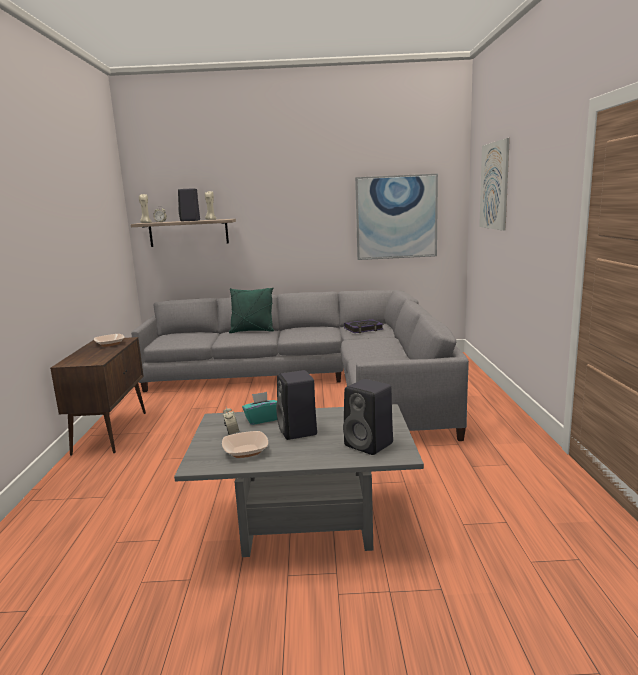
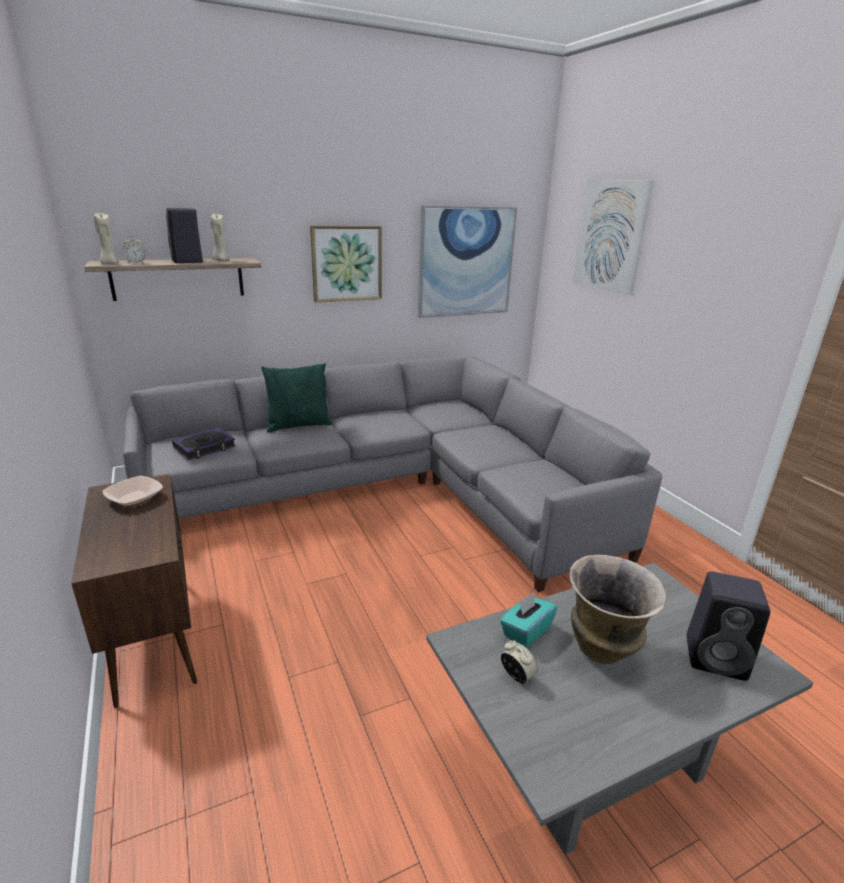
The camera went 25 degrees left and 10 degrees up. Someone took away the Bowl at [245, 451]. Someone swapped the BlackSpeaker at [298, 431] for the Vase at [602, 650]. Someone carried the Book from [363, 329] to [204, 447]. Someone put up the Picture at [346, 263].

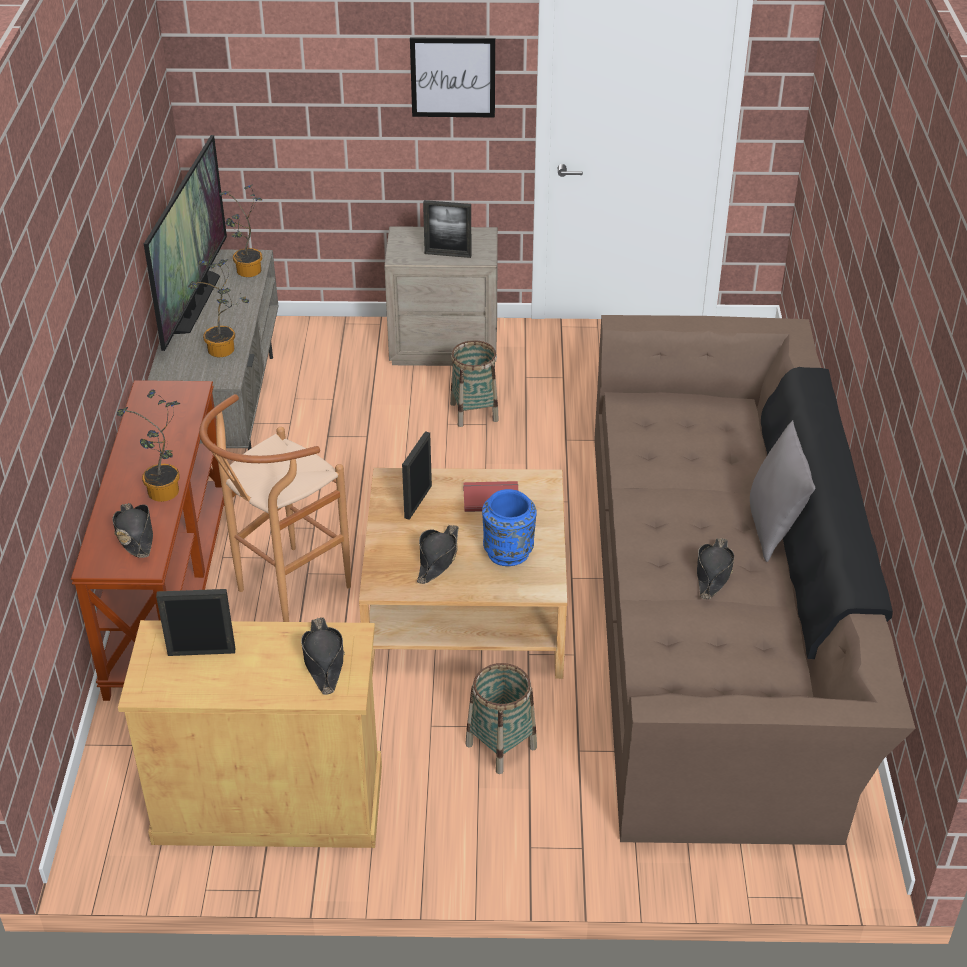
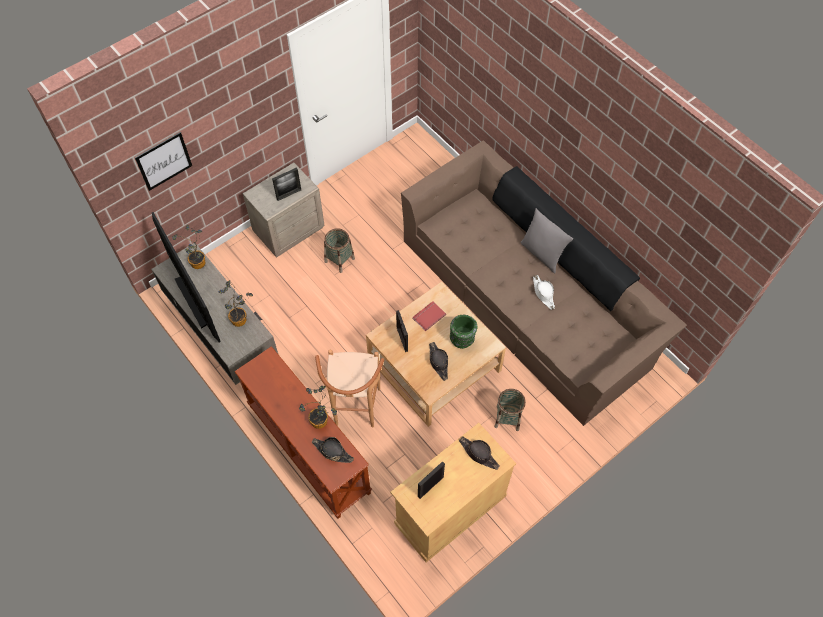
The camera went 40 degrees left and 20 degrees up. Someone carried the Picture from [453, 77] to [164, 161]. Someone repainted the BlueVase at [508, 553], which became the GreenVase at [462, 339]. Someone repainted the BlackHat at [713, 573], which became the WhiteHat at [543, 293].

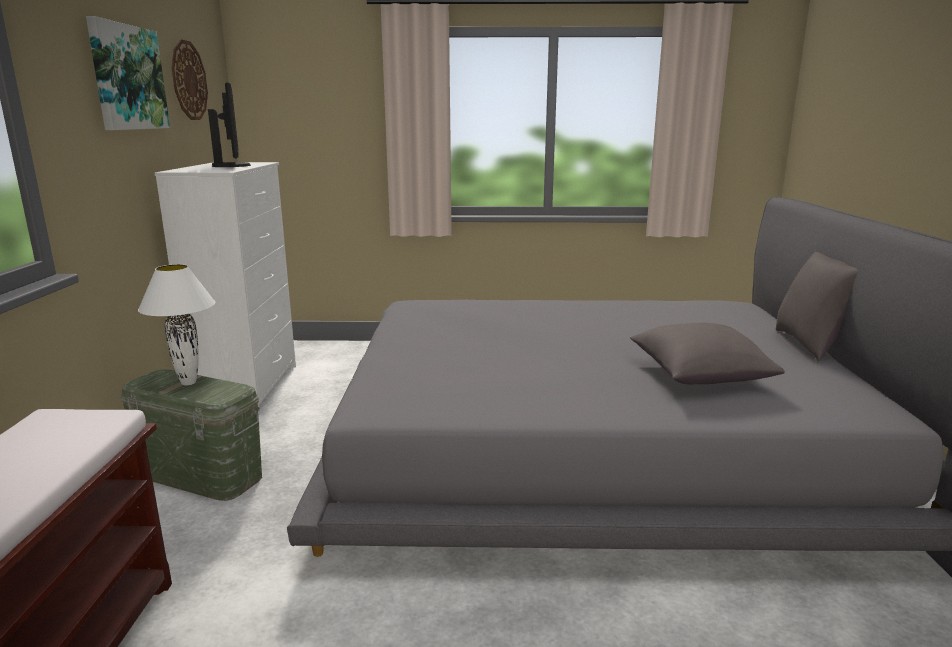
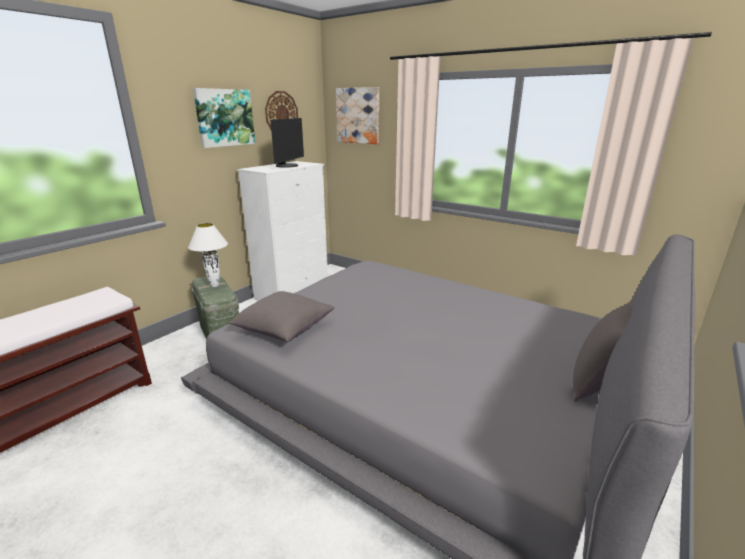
The camera went 35 degrees right and 5 degrees up. Someone carried the GreyPillow from [699, 376] to [283, 329]. Someone put up the Picture at [358, 115].

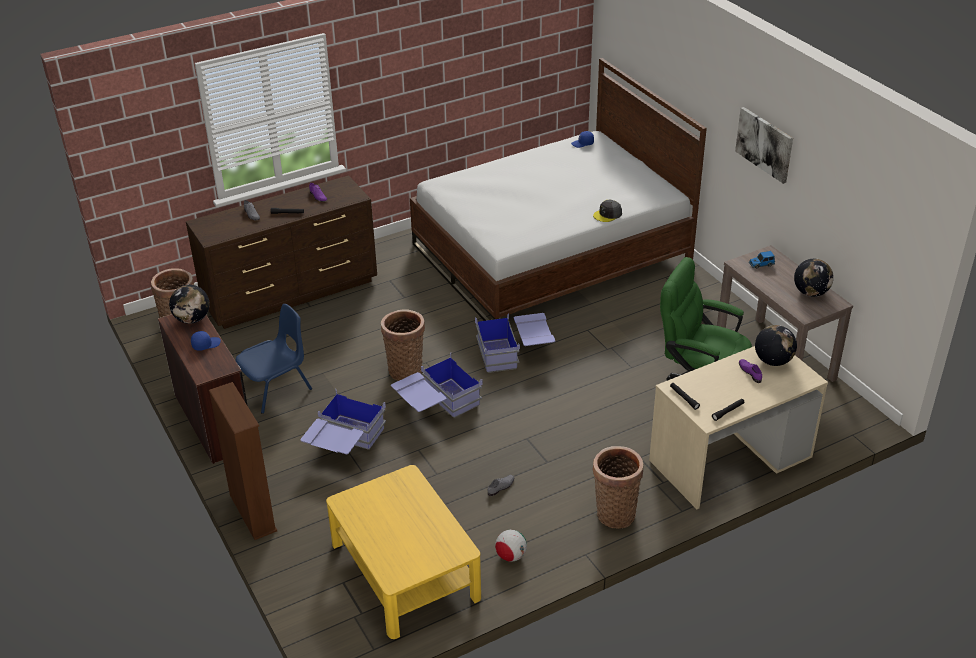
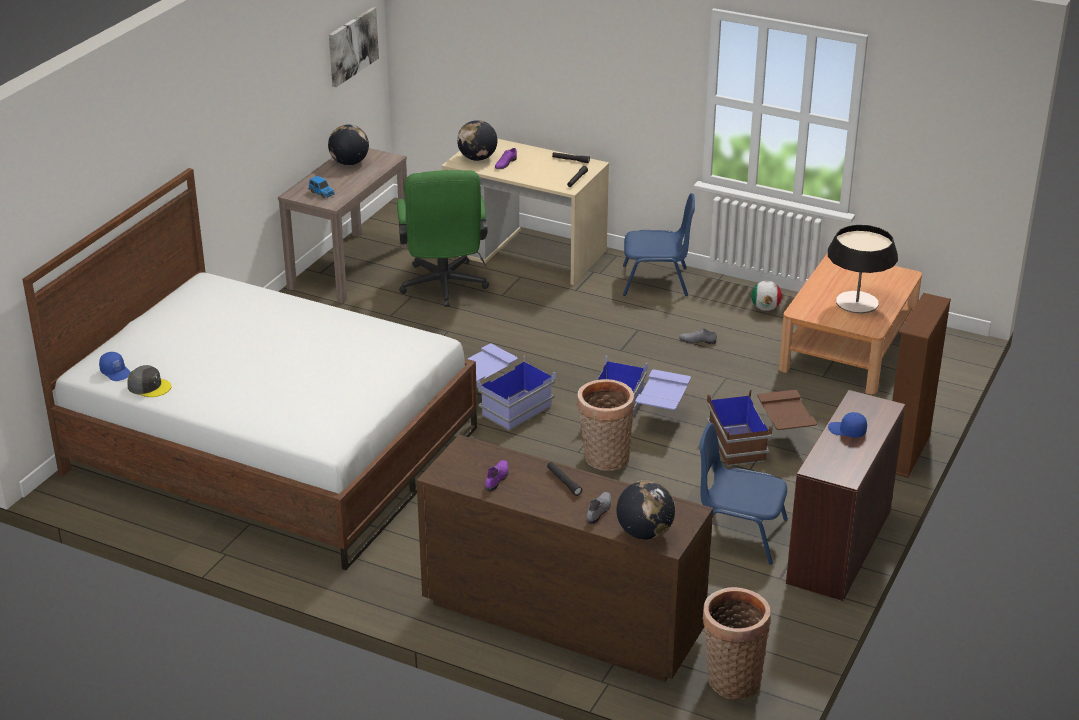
The camera went 125 degrees left and 5 degrees down. Someone carried the Globe from [192, 319] to [645, 533]. Someone repainted the BlueStorageBox at [344, 446], which became the BrownStorageBox at [759, 443]. Someone repainted the YellowCoffeeTable at [404, 570], which became the BrownCoffeeTable at [848, 348]. Someone carried the GreyCap from [608, 214] to [149, 386]. Someone swapped the Basket at [614, 512] for the BlueChair at [656, 281]. Someone carried the Picture from [764, 144] to [352, 46]. Someone put down the TableLamp at [856, 302].

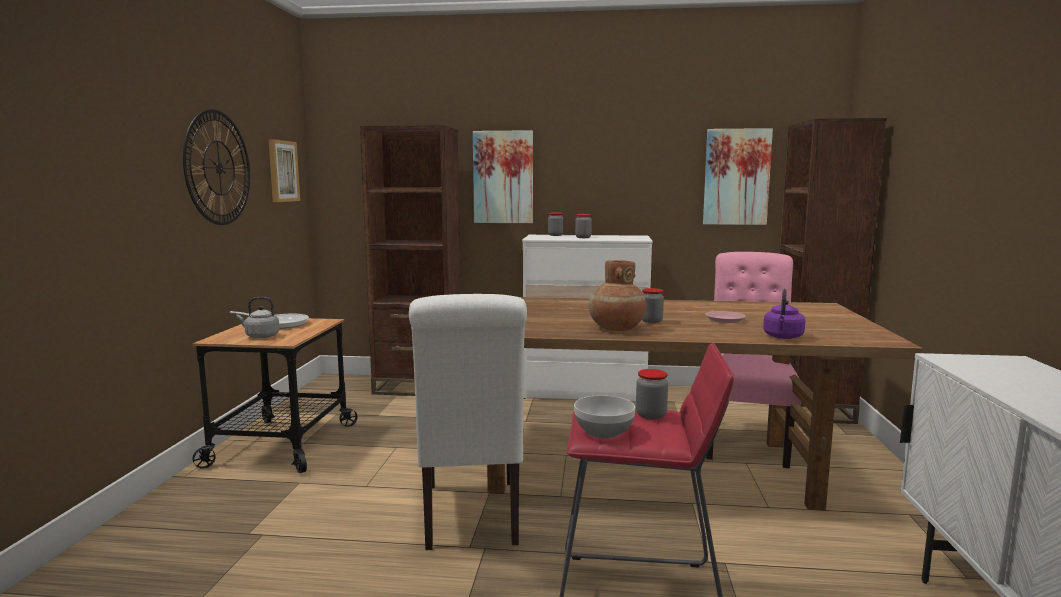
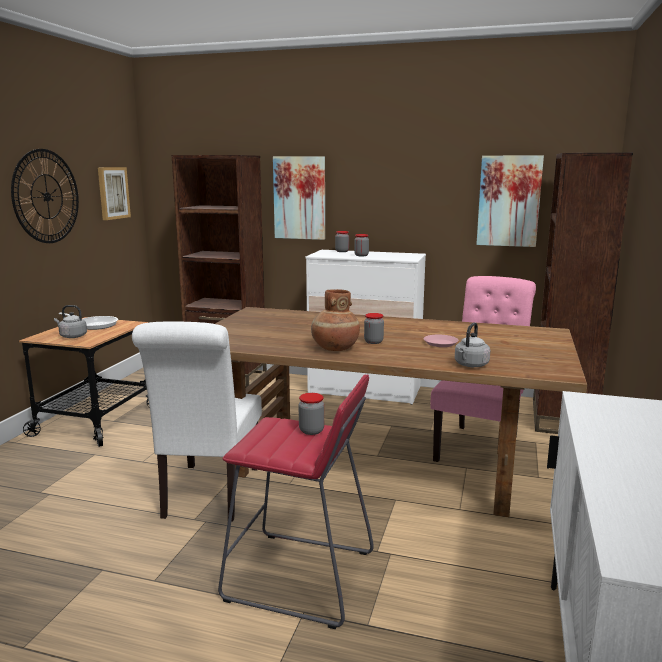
The camera went 10 degrees right and 5 degrees up. Someone took away the Bowl at [603, 431]. Someone repainted the PurpleKettle at [783, 337], which became the GreyKettle at [470, 365].

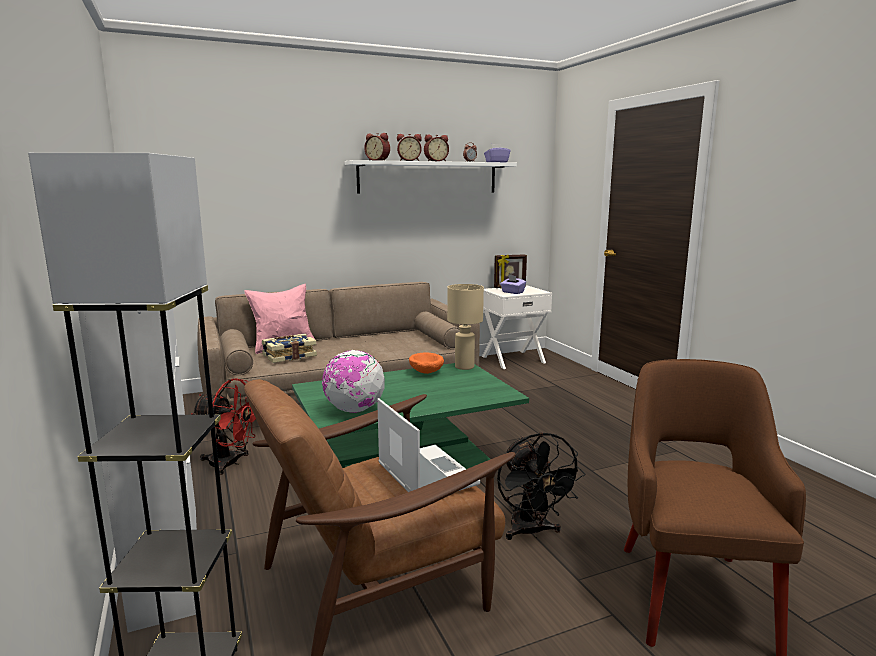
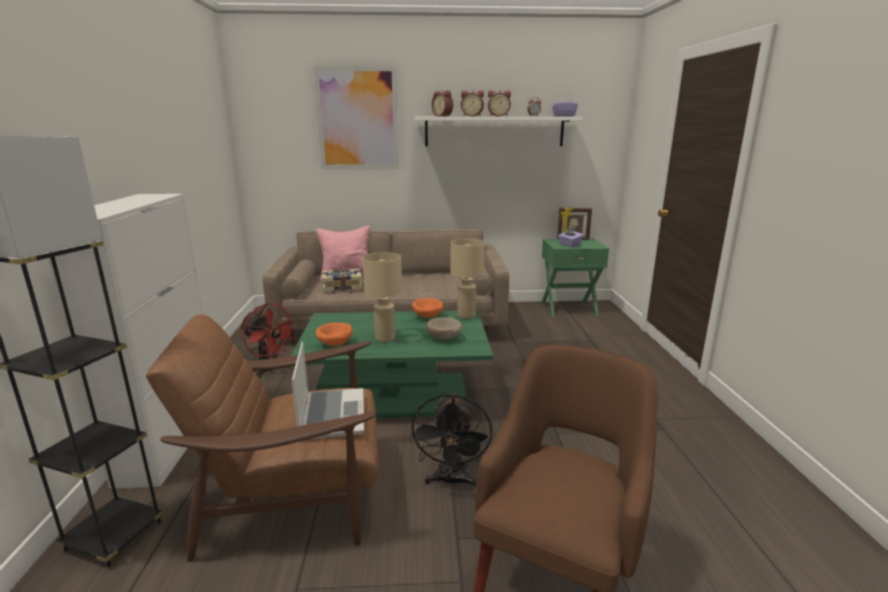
The camera went 20 degrees right and 5 degrees up. Someone swapped the Globe at [354, 410] for the OrangeBowl at [334, 344]. Someone repainted the WhiteNightstand at [512, 359], which became the GreenNightstand at [568, 308]. Someone put up the Picture at [358, 119]. Someone put down the BeigeTableLamp at [384, 338]. Someone put down the BeigeBowl at [444, 338].

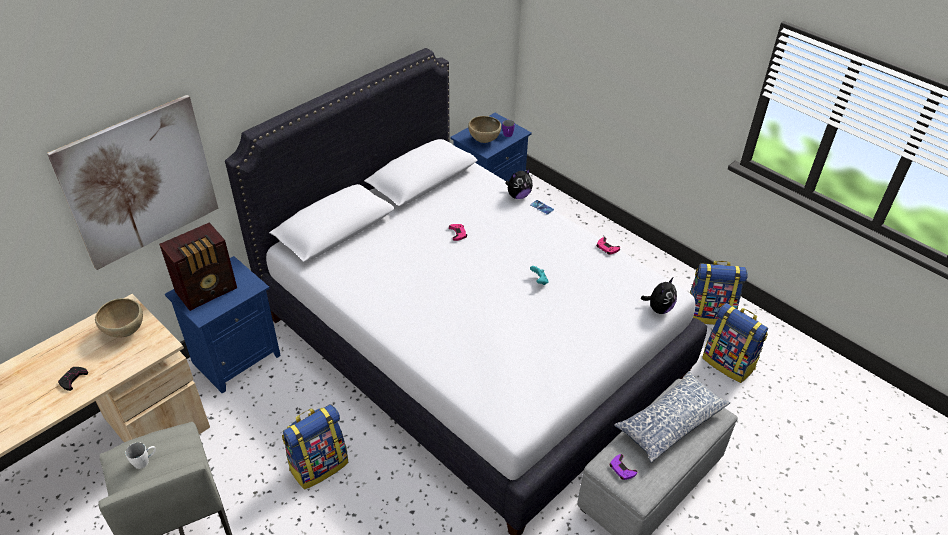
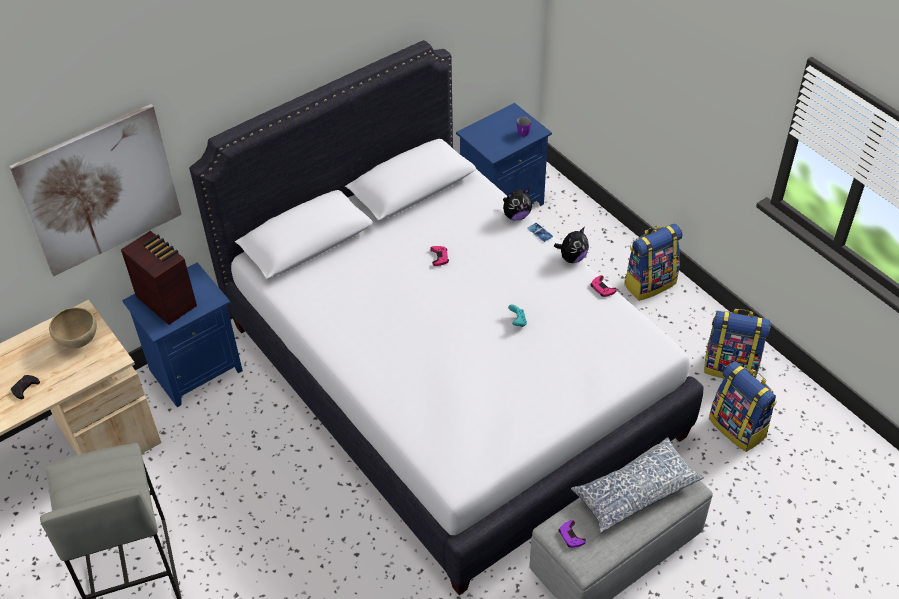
The camera went 10 degrees right and 5 degrees up. Someone took away the WhiteMug at [145, 461]. Someone rotated the Radio at [208, 290] by 105 degrees counterclockwise. Someone carried the Backpack from [319, 465] to [649, 283]. Someone took away the BrownBowl at [484, 141]. Someone carried the PlushToy from [658, 308] to [572, 258].

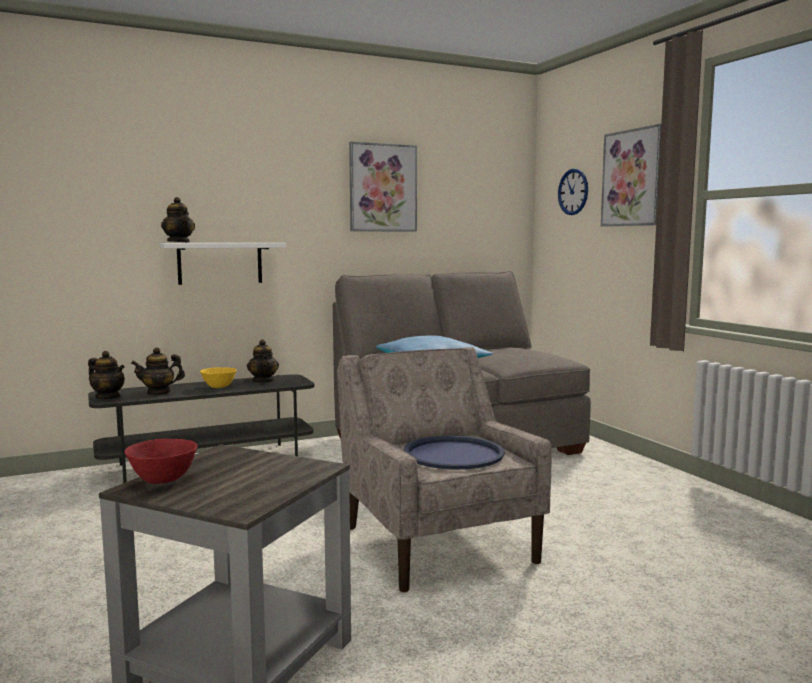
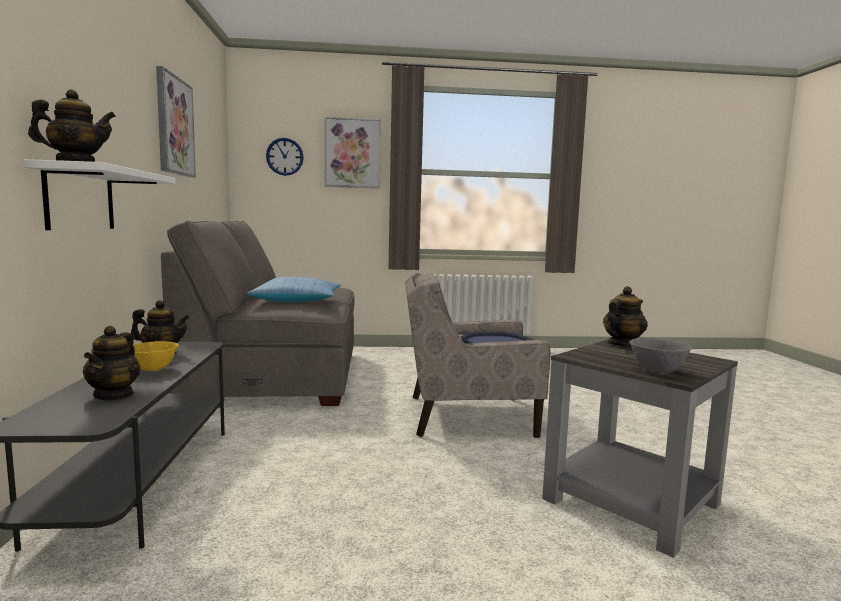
The camera went 70 degrees left and 0 degrees up. Someone carried the Teapot from [108, 397] to [622, 344]. Someone repainted the RedBowl at [163, 480], which became the GreyBowl at [656, 371].

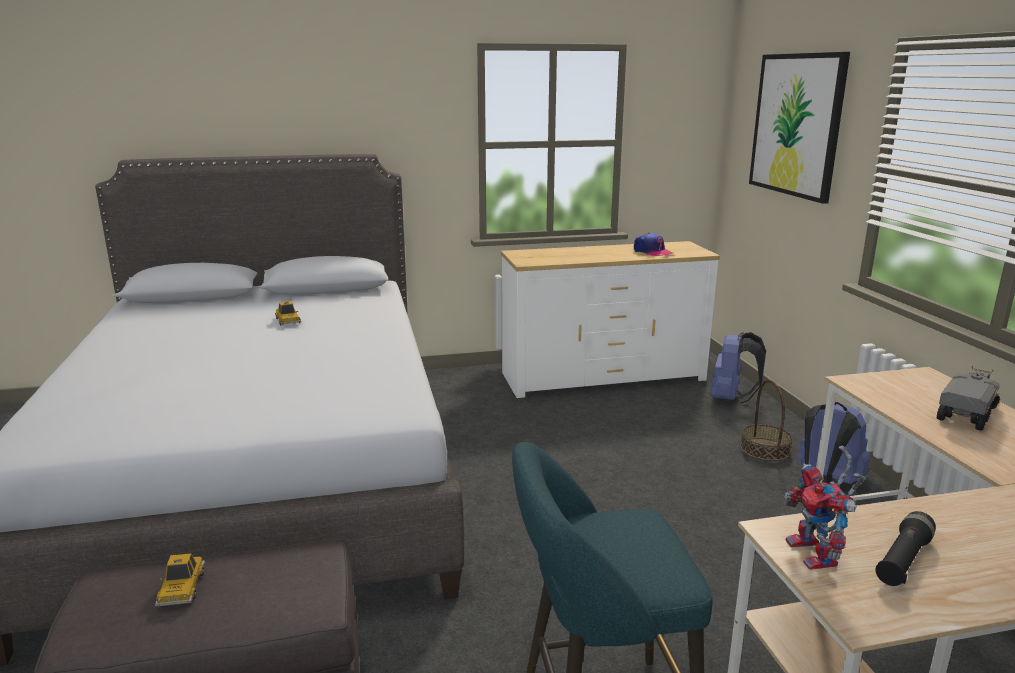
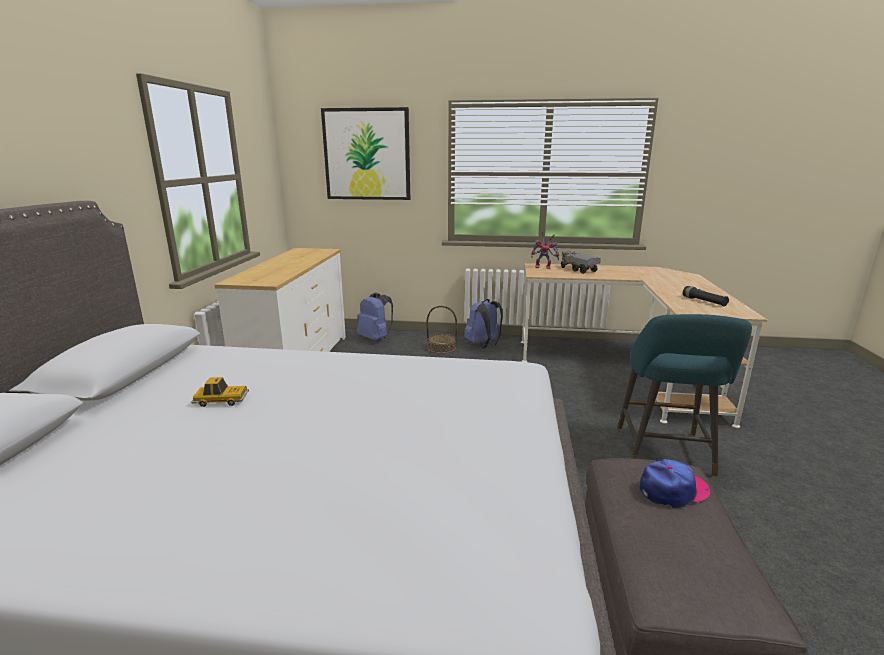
The camera went 70 degrees left and 0 degrees up. Someone took away the ToyCar at [182, 588]. Someone carried the Cap from [652, 252] to [673, 490]. Someone carried the ToyRobot from [817, 556] to [544, 267].

